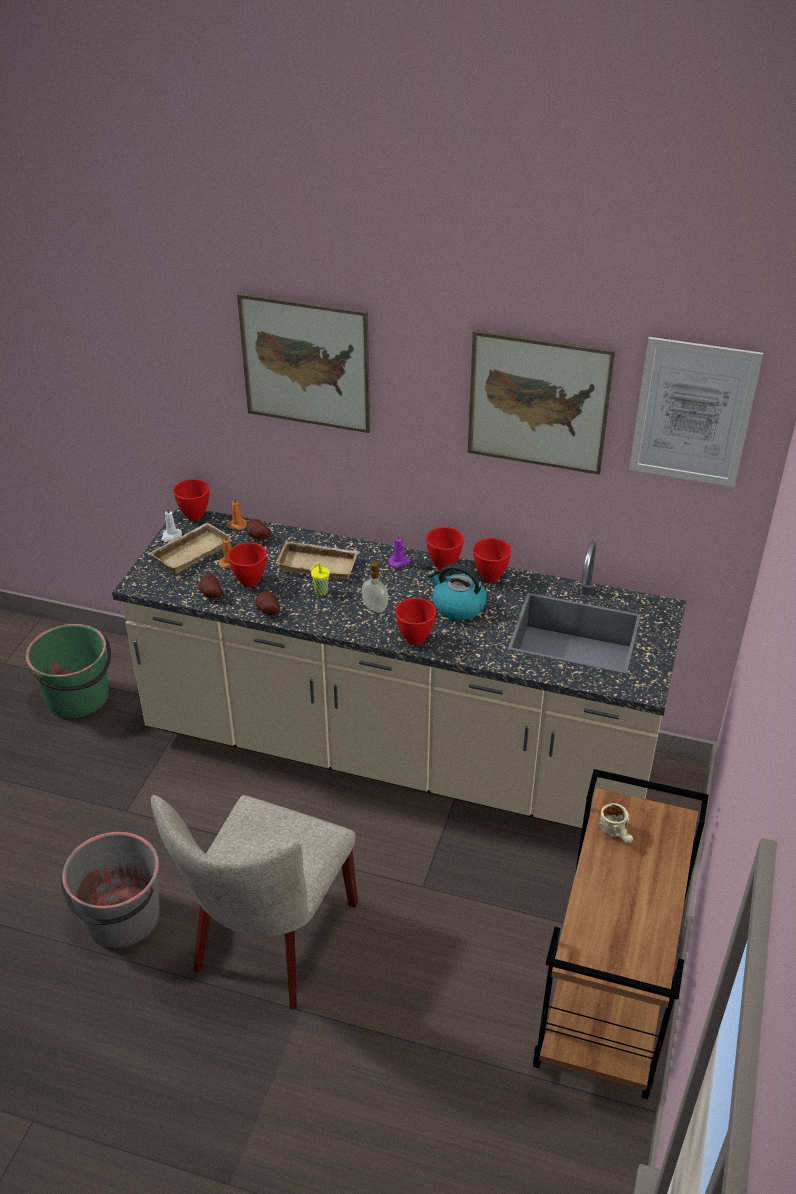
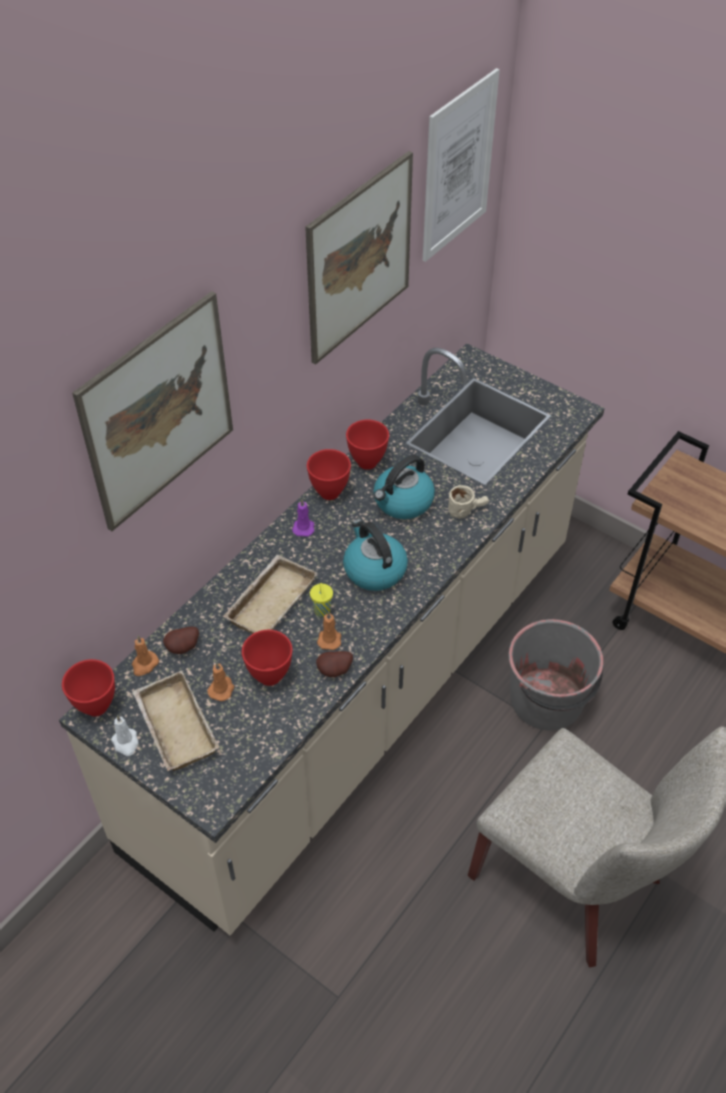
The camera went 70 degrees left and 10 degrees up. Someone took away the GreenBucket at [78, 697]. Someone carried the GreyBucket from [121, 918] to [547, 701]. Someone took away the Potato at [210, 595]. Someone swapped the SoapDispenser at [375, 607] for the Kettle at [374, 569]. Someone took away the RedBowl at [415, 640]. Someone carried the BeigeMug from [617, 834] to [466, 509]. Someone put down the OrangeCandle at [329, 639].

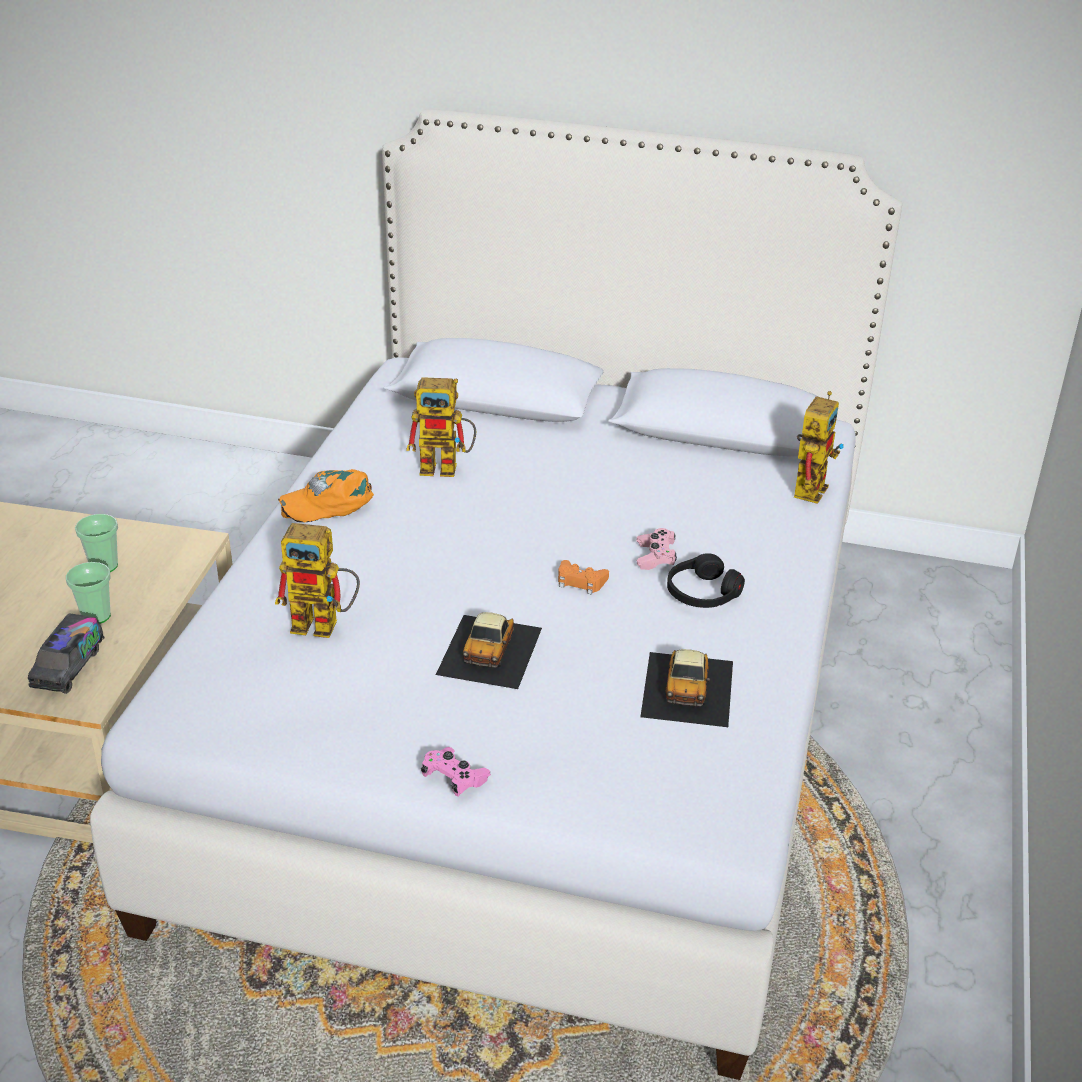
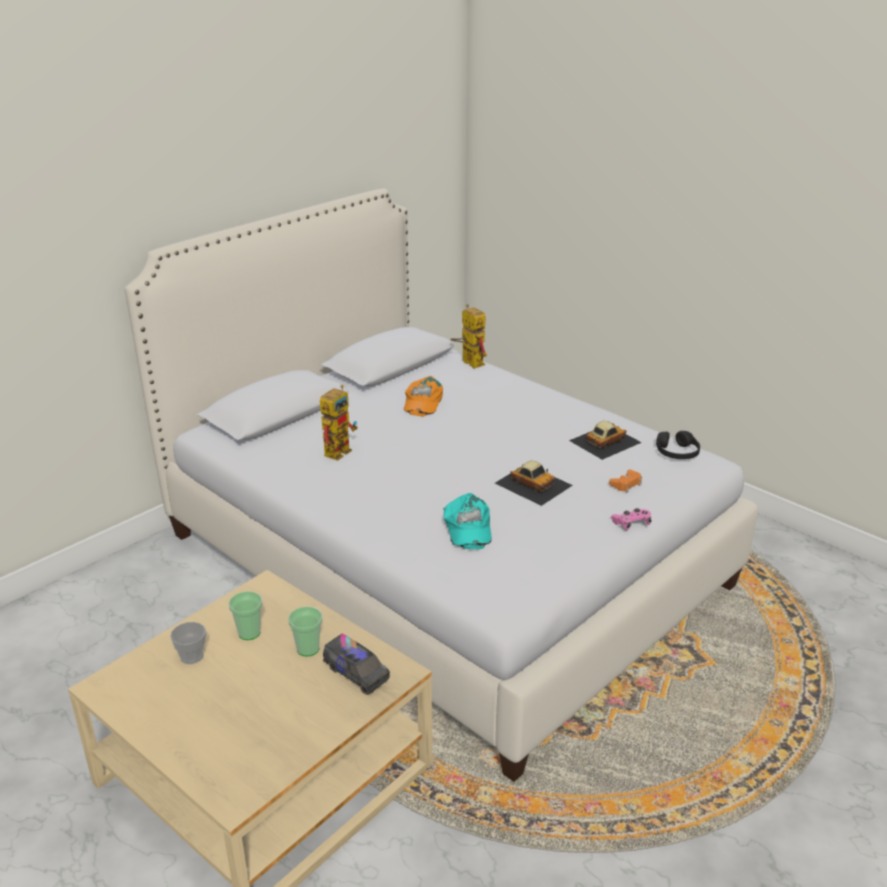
The camera went 60 degrees left and 5 degrees down. Someone swapped the ToyRobot at [325, 624] for the TurquoiseCap at [467, 527]. Someone carried the OrangeCap from [329, 502] to [422, 402]. Someone carried the OrangeGameController from [580, 582] to [626, 484]. Someone took away the PinkGameController at [655, 557]. Someone rotated the ToyCar at [688, 688] by 75 degrees counterclockwise. Someone carried the BlackHeadphones from [702, 593] to [677, 452]. Someone put down the Cup at [192, 656].

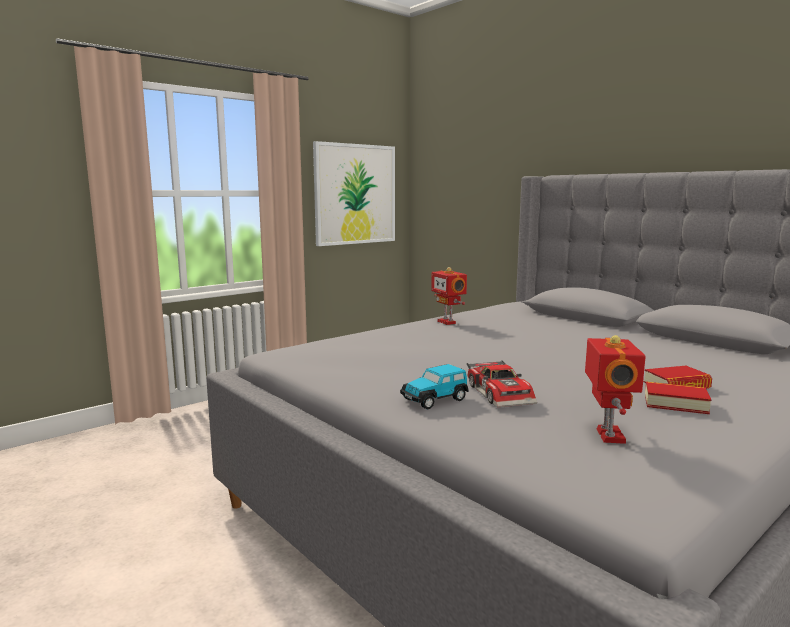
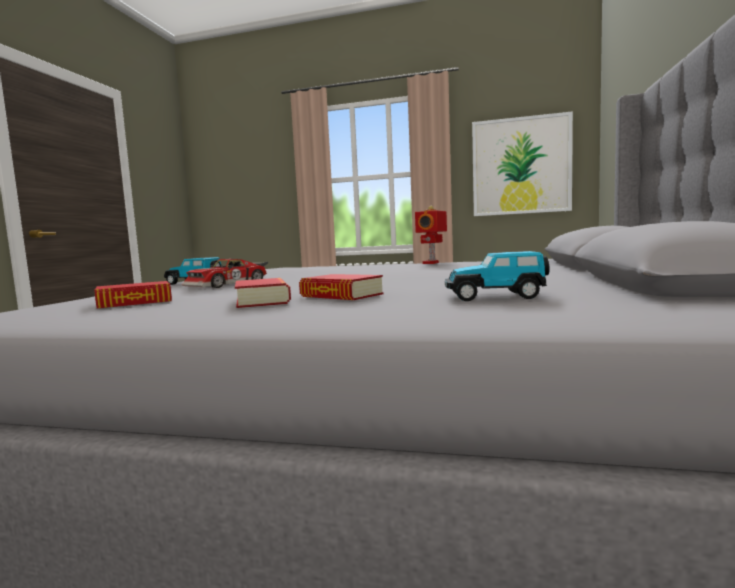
The camera went 55 degrees right and 5 degrees down. Someone swapped the ToyRobot at [608, 436] for the Book at [135, 302]. Someone put down the ToyCar at [496, 296].

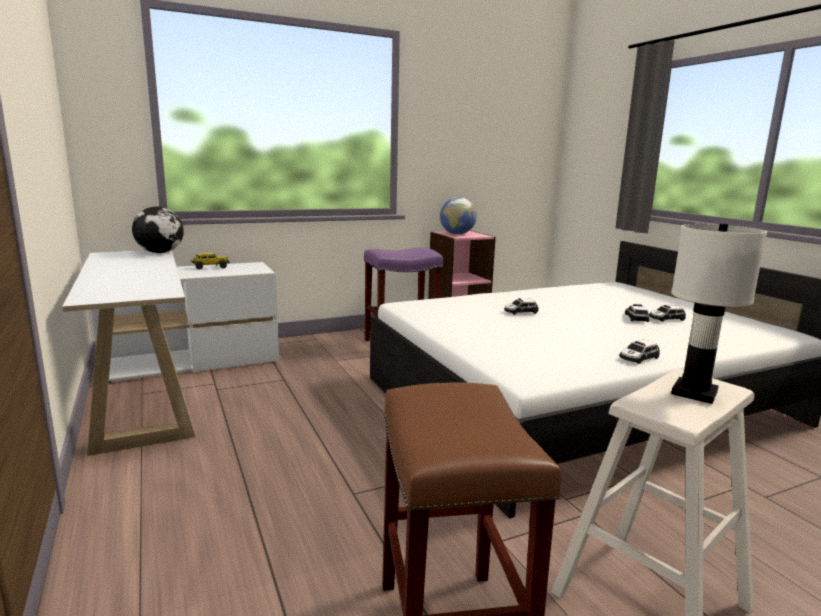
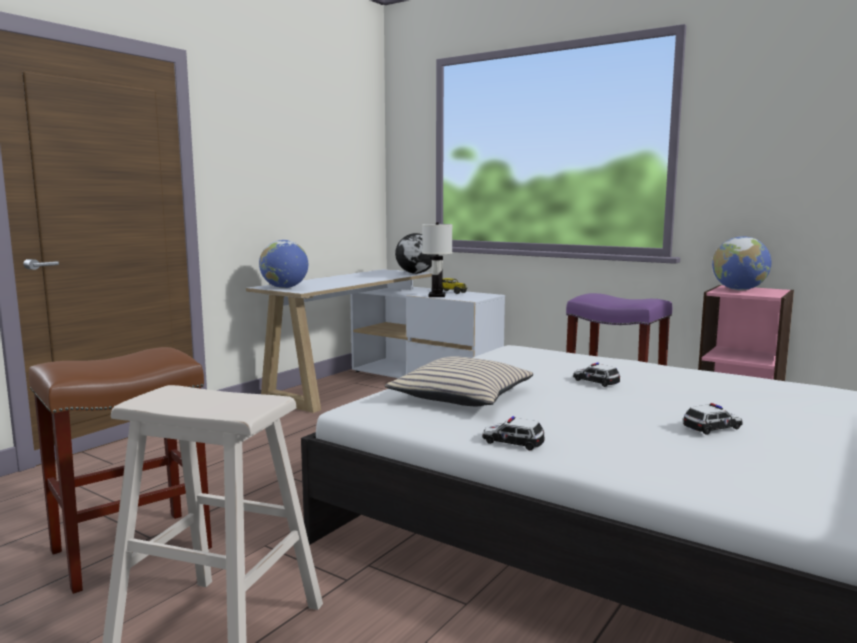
The camera went 60 degrees right and 5 degrees down. Someone took away the ToyCar at [666, 319]. Someone carried the WhiteTableLamp from [693, 392] to [437, 296]. Someone put down the Globe at [284, 288]. Someone put down the BeigePillow at [462, 396].

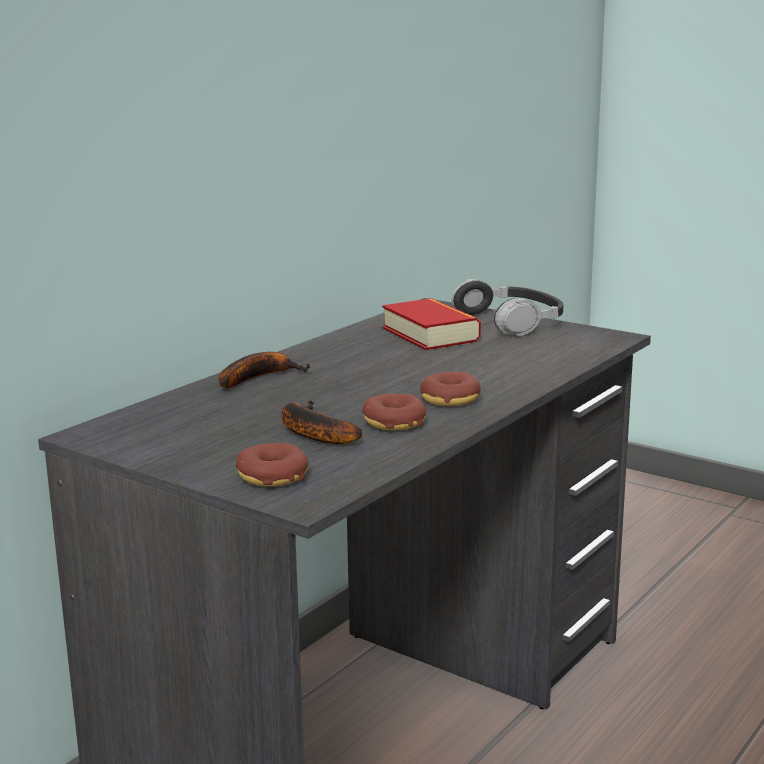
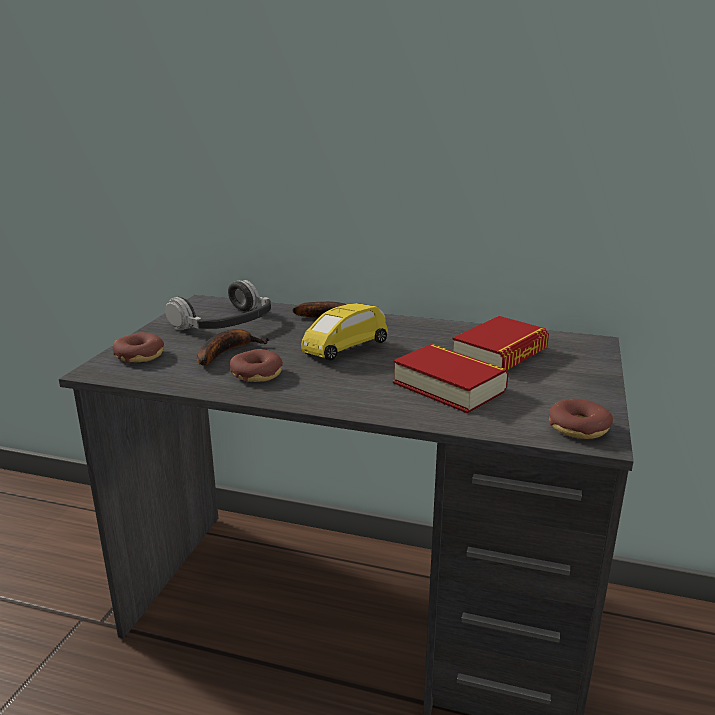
The camera went 70 degrees right and 5 degrees up. Someone carried the Donut from [450, 399] to [578, 428]. Someone carried the Headphones from [511, 321] to [224, 323]. Someone put down the YellowToyCar at [344, 350]. Someone put down the Book at [449, 387].

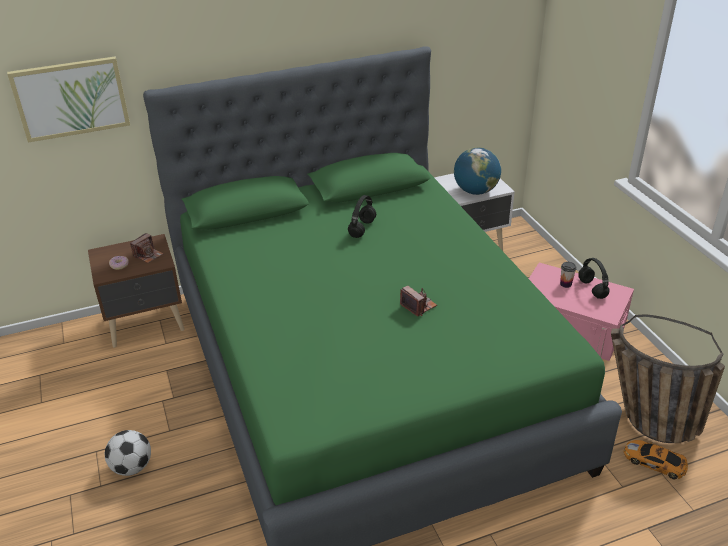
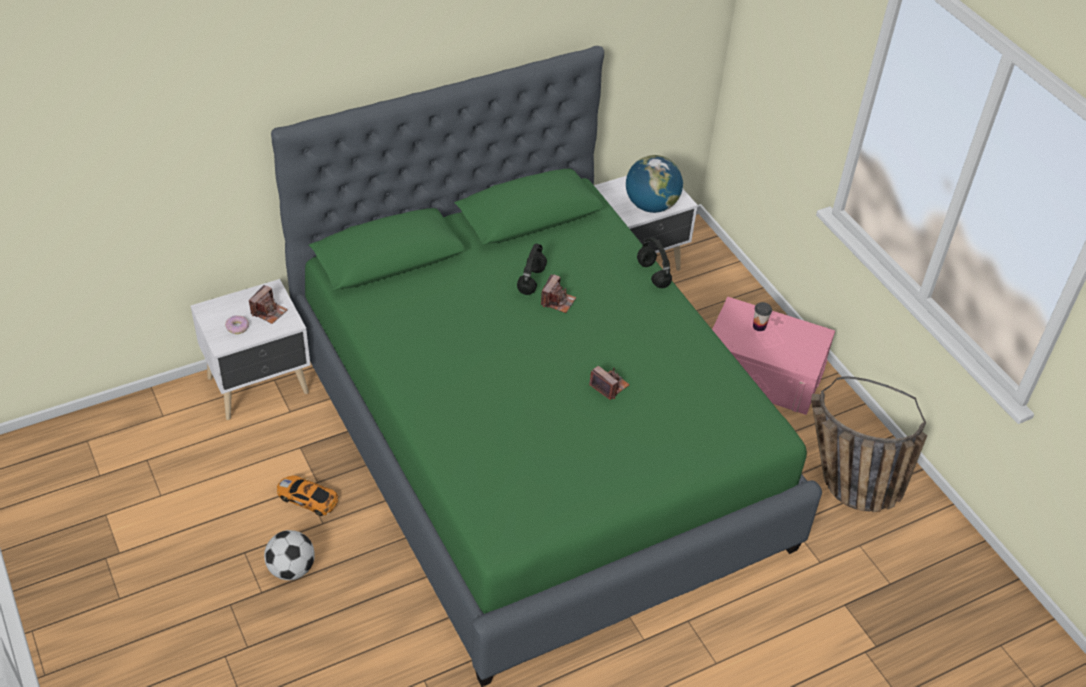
The camera went 10 degrees left and 10 degrees up. Someone took away the Picture at [71, 98]. Someone repainted the BrownNightstand at [147, 324], which became the WhiteNightstand at [260, 386]. Someone carried the BlackHeadphones from [591, 288] to [652, 274]. Someone carried the ToyCar from [655, 462] to [308, 499]. Someone put down the PhotoCamera at [557, 301].

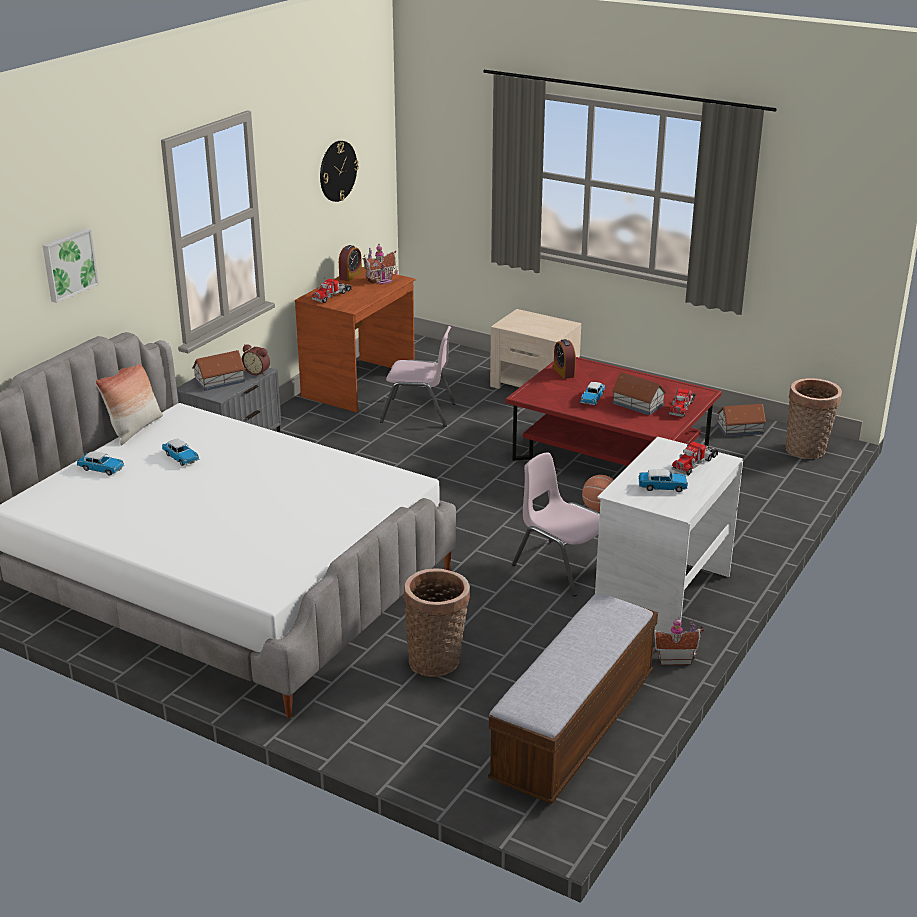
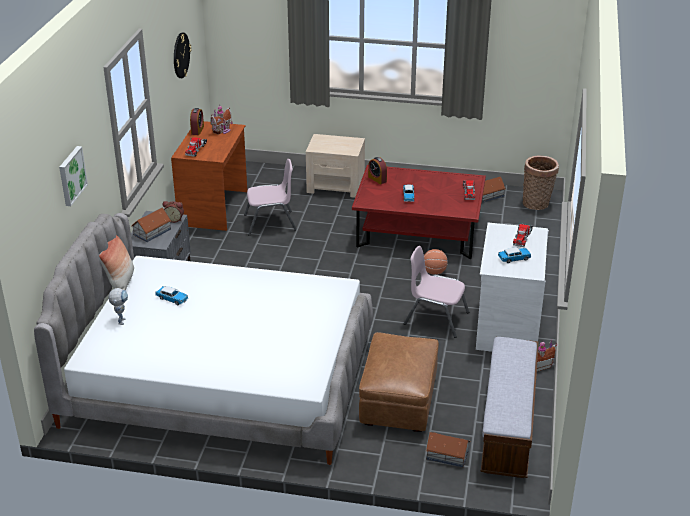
The camera went 20 degrees left and 5 degrees up. Someone swapped the ToyCar at [101, 469] for the ToyRobot at [121, 320]. Someone swapped the Basket at [437, 660] for the BrownOttoman at [398, 402]. Someone carried the ToyHouse from [637, 404] to [447, 454].

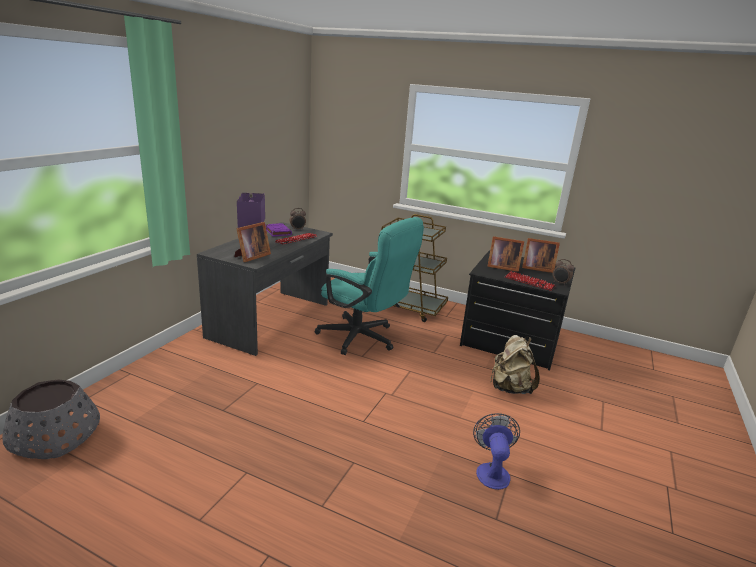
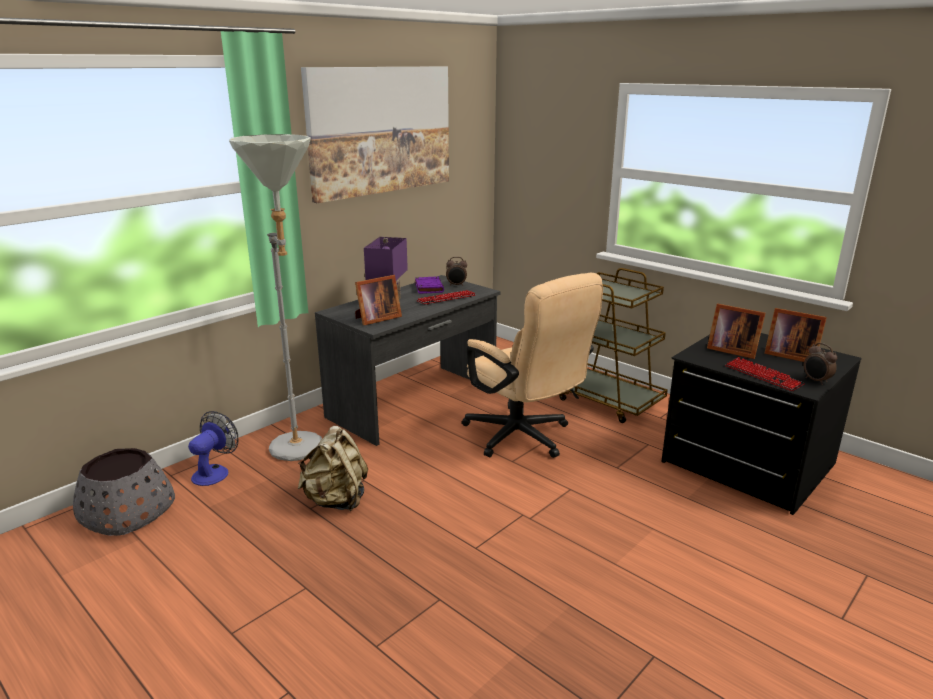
The camera went 20 degrees right and 0 degrees up. Someone repainted the TurquoiseOfficeChair at [363, 339], which became the BeigeOfficeChair at [524, 438]. Someone carried the Fan from [492, 471] to [215, 472]. Someone carried the BeigeBackpack from [509, 388] to [336, 500]. Someone put down the GreyFloorLamp at [301, 452]. Someone put up the Picture at [381, 130].

